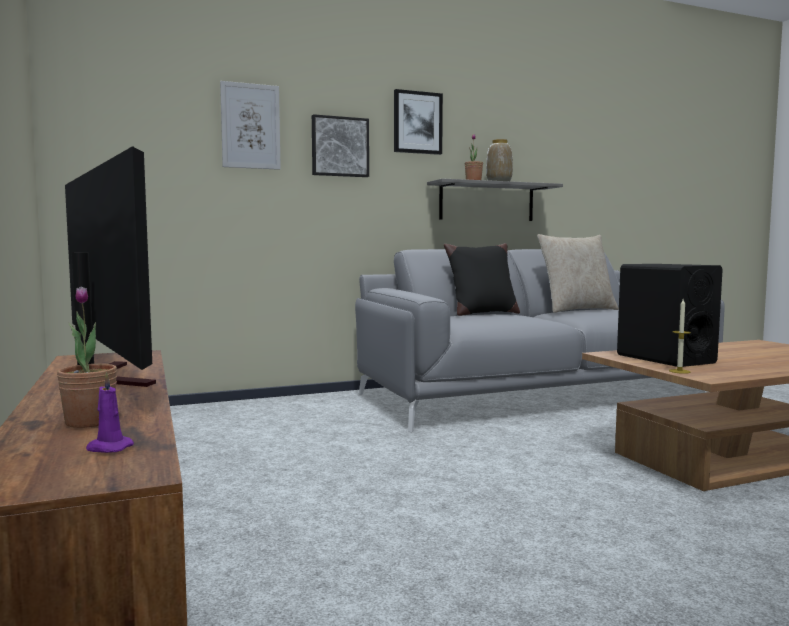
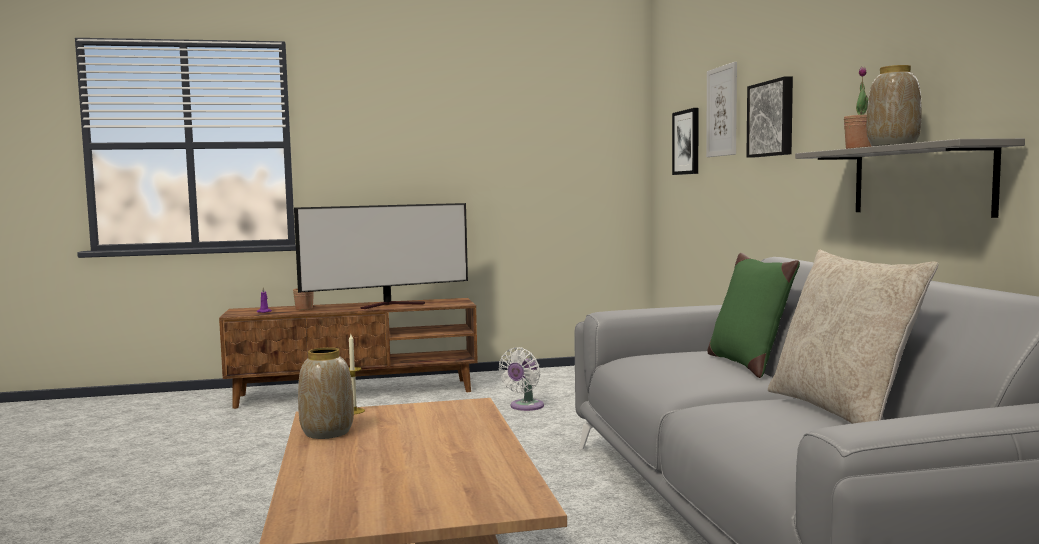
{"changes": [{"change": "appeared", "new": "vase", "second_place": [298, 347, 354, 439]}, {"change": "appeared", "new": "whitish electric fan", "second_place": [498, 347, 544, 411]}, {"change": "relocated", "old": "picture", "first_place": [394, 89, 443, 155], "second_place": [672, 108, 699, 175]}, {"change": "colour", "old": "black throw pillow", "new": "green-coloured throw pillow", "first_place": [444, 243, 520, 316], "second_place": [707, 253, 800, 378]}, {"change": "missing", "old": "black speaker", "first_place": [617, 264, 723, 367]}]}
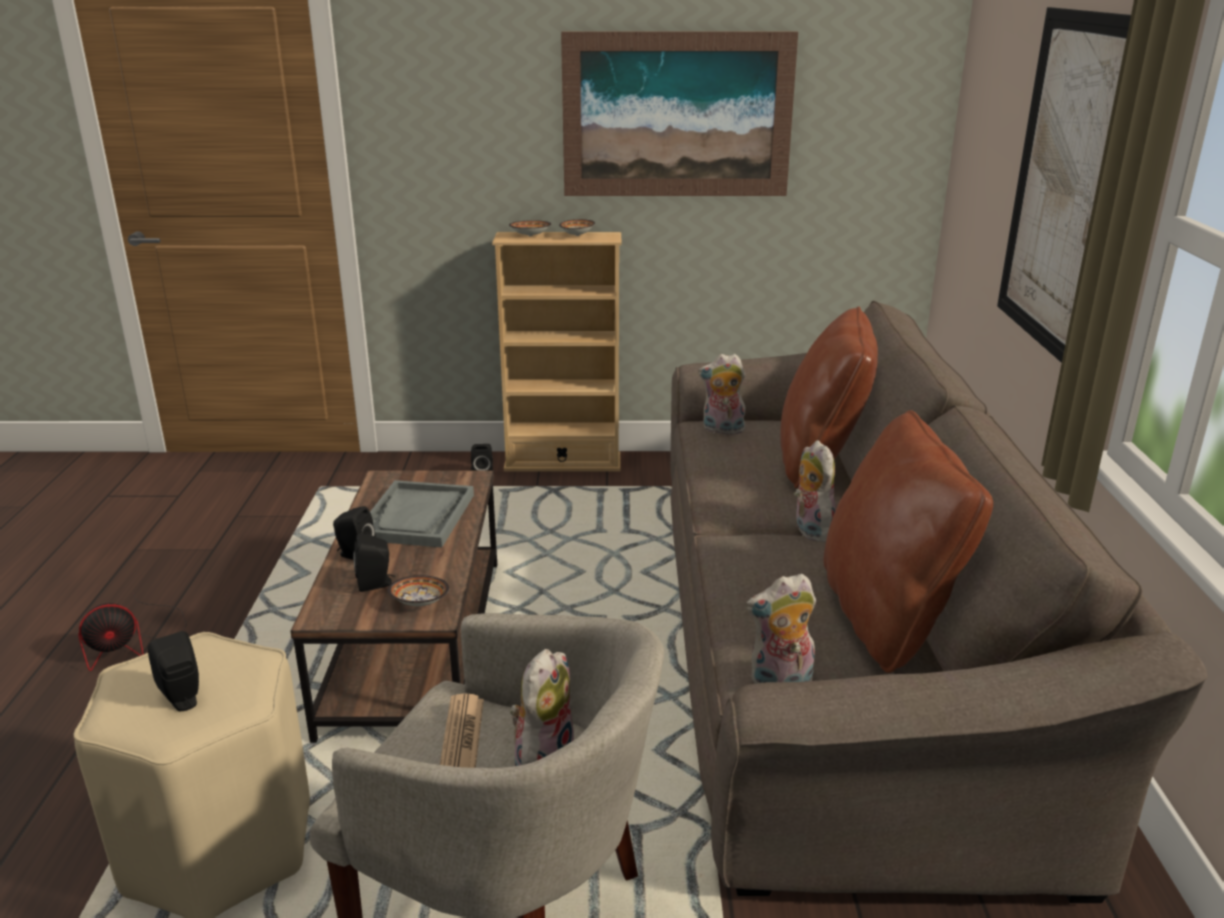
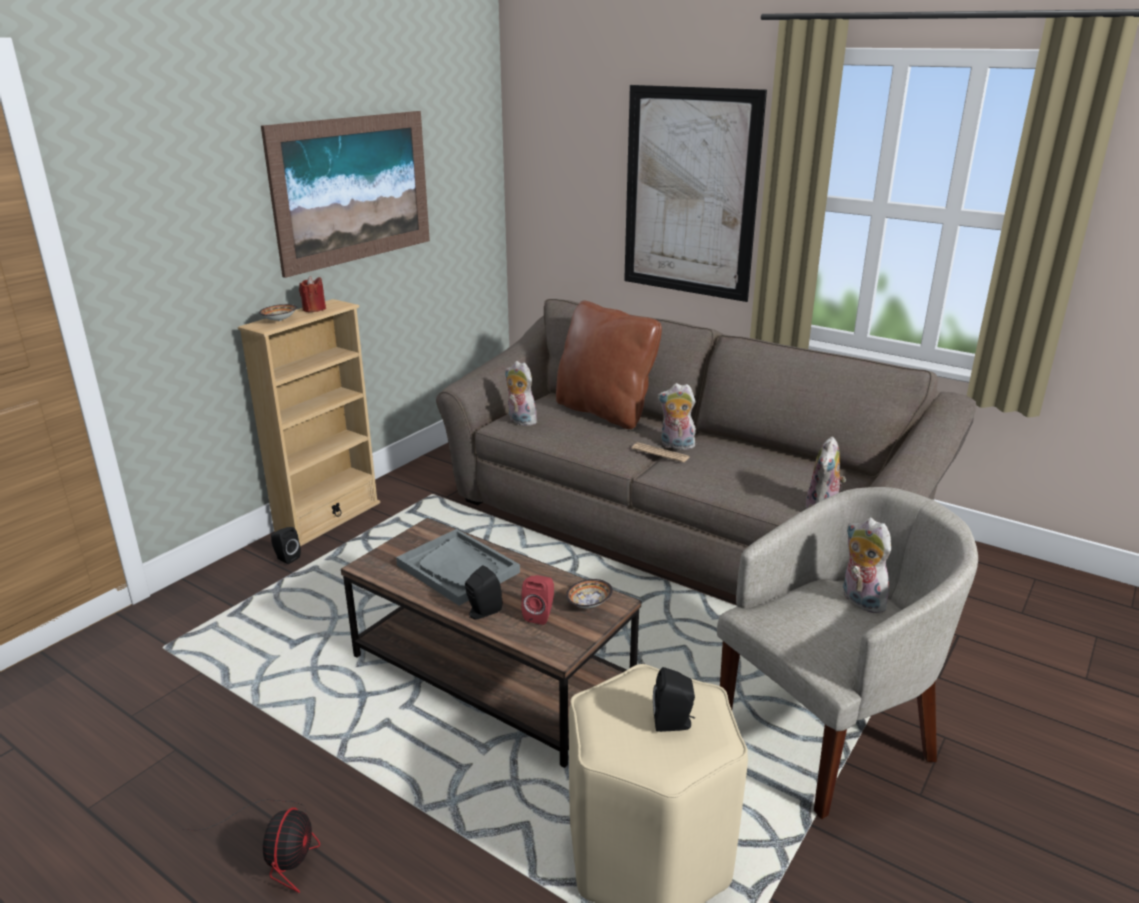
{"changes": [{"change": "exchanged", "old": "bowl", "new": "red-coloured wax light", "first_place": [559, 219, 595, 236], "second_place": [299, 276, 326, 312]}, {"change": "spun", "old": "cuddly toy", "first_place": [698, 354, 746, 434], "second_place": [505, 361, 537, 426], "degrees": 90}, {"change": "colour", "old": "black speaker", "new": "red-coloured speaker", "first_place": [353, 533, 395, 592], "second_place": [522, 575, 554, 625]}, {"change": "relocated", "old": "newspaper", "first_place": [440, 694, 484, 768], "second_place": [632, 442, 689, 463]}, {"change": "missing", "old": "brownish throw pillow", "first_place": [823, 410, 993, 673]}]}
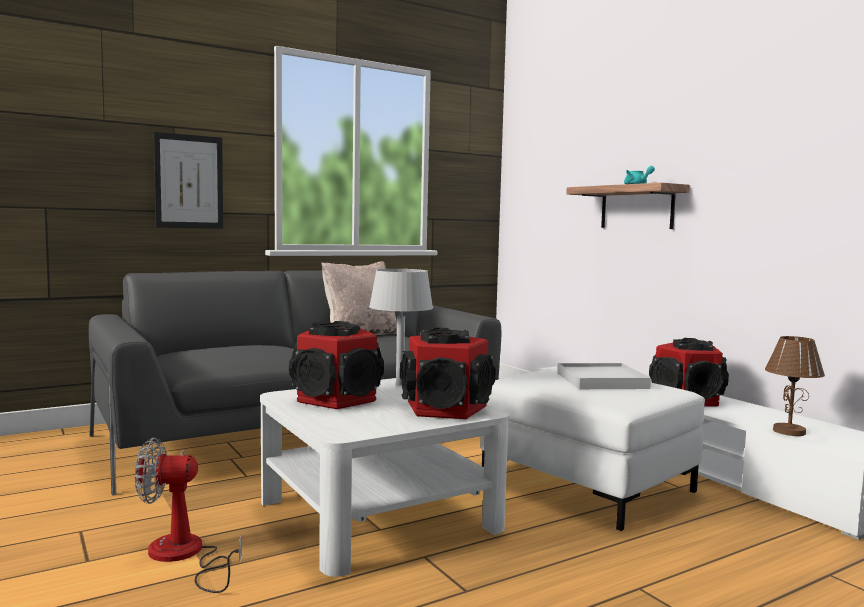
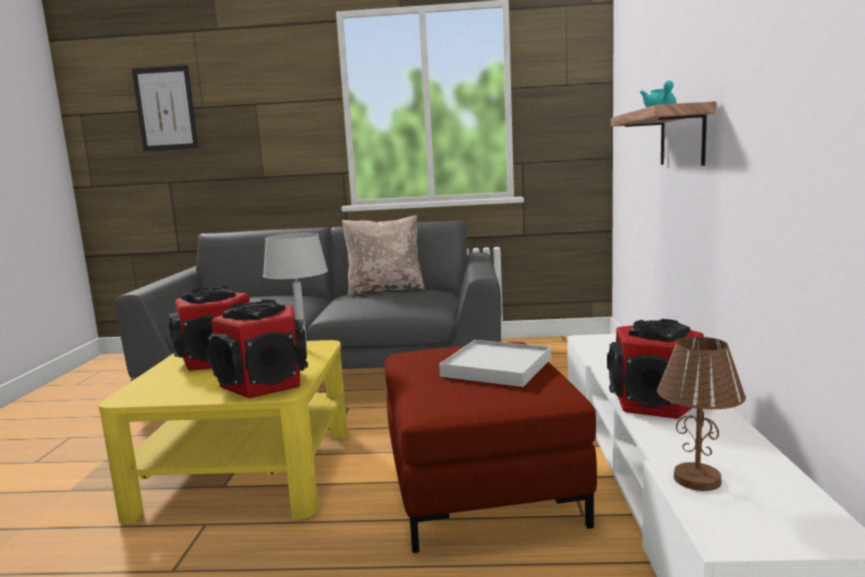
{"changes": [{"change": "colour", "old": "whitish lounge table", "new": "yellow-coloured lounge table", "first_place": [260, 378, 509, 577], "second_place": [98, 340, 348, 524]}, {"change": "relocated", "old": "picture", "first_place": [154, 132, 223, 229], "second_place": [132, 65, 198, 151]}, {"change": "colour", "old": "whitish footrest", "new": "red-coloured footrest", "first_place": [480, 368, 705, 531], "second_place": [385, 342, 597, 553]}, {"change": "missing", "old": "electric fan", "first_place": [135, 438, 242, 593]}]}
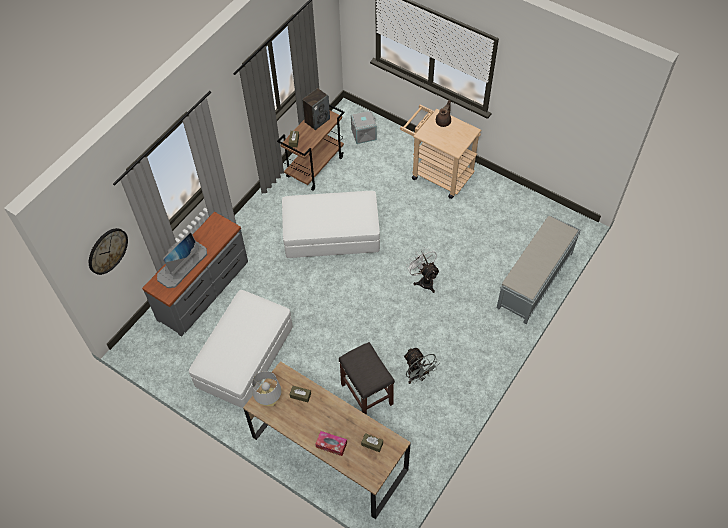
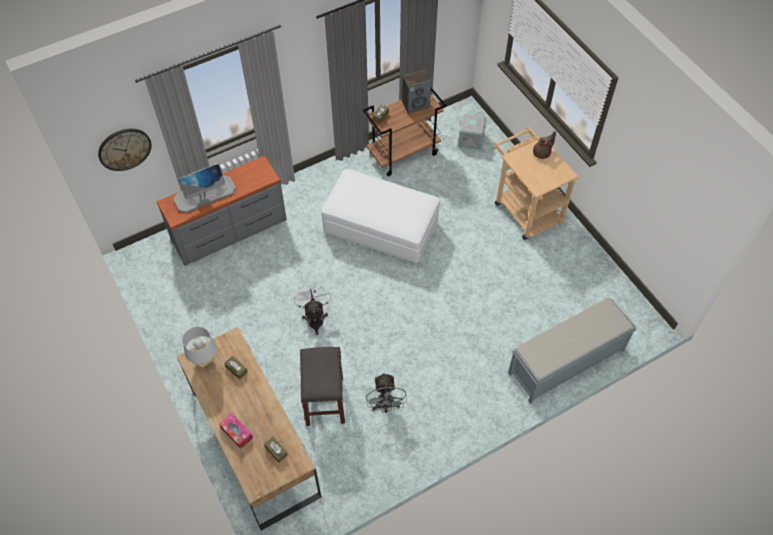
{"changes": [{"change": "relocated", "old": "whitish electric fan", "first_place": [406, 247, 440, 293], "second_place": [293, 282, 332, 335]}, {"change": "missing", "old": "whitish footrest", "first_place": [189, 290, 293, 408]}]}
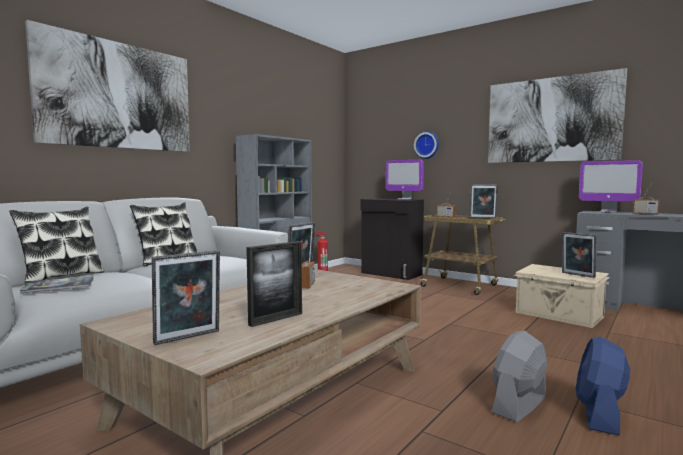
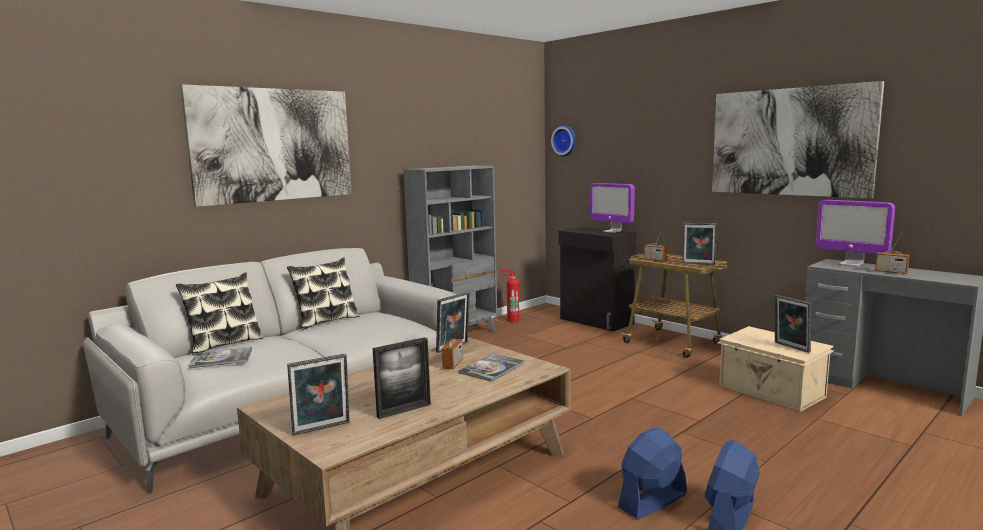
{"changes": [{"change": "appeared", "new": "bound book", "second_place": [459, 354, 524, 382]}, {"change": "relocated", "old": "wall clock", "first_place": [414, 131, 439, 159], "second_place": [551, 125, 576, 157]}, {"change": "colour", "old": "greyish electric fan", "new": "blue-coloured electric fan", "first_place": [492, 330, 547, 422], "second_place": [618, 428, 687, 519]}]}
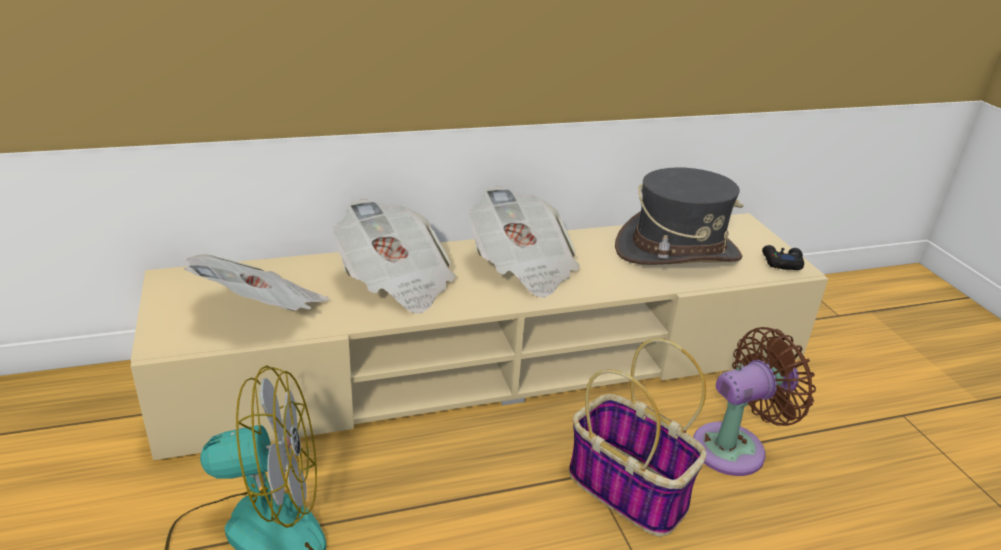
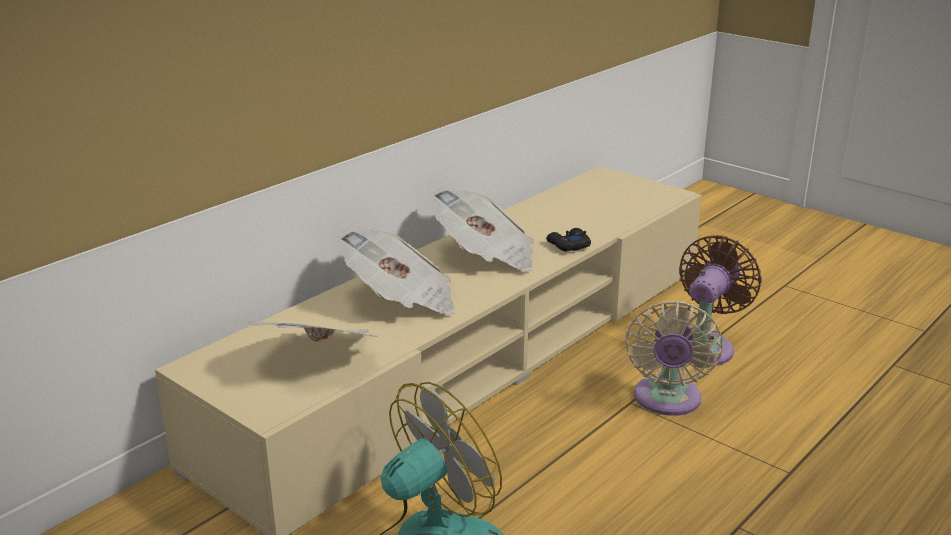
{"changes": [{"change": "relocated", "old": "black gamepad", "first_place": [762, 245, 804, 270], "second_place": [546, 228, 591, 251]}, {"change": "exchanged", "old": "storage basket", "new": "beige electric fan", "first_place": [569, 338, 706, 537], "second_place": [625, 300, 722, 416]}, {"change": "missing", "old": "greyish clothing hat", "first_place": [615, 167, 744, 265]}]}
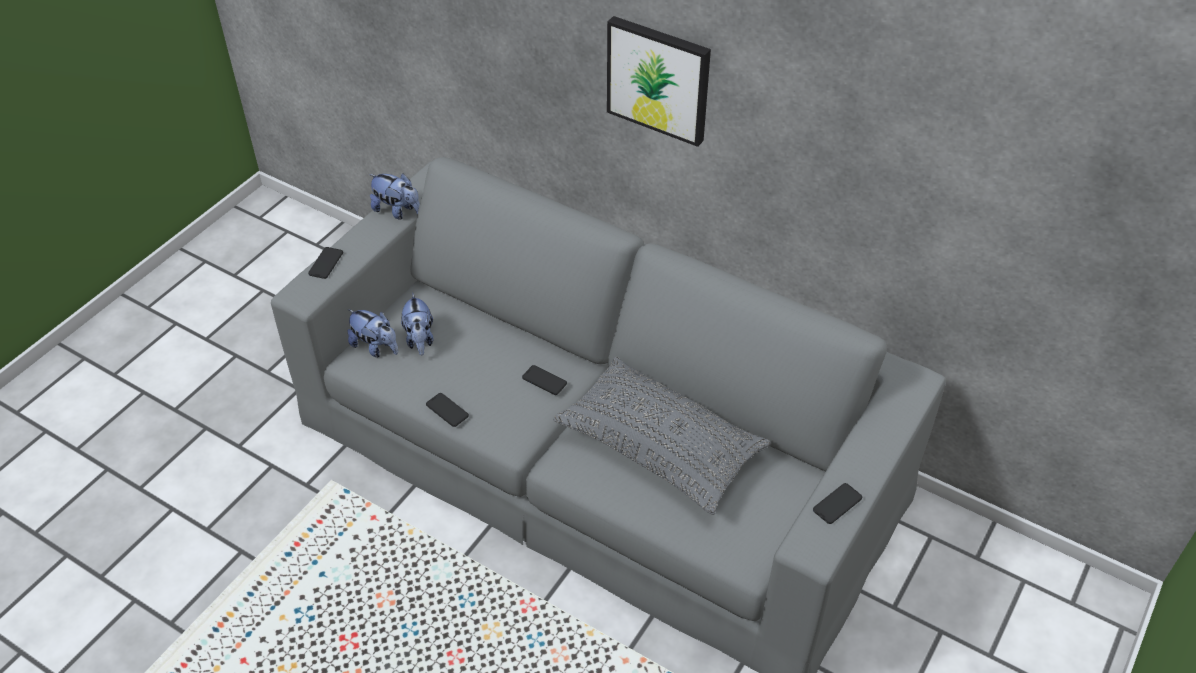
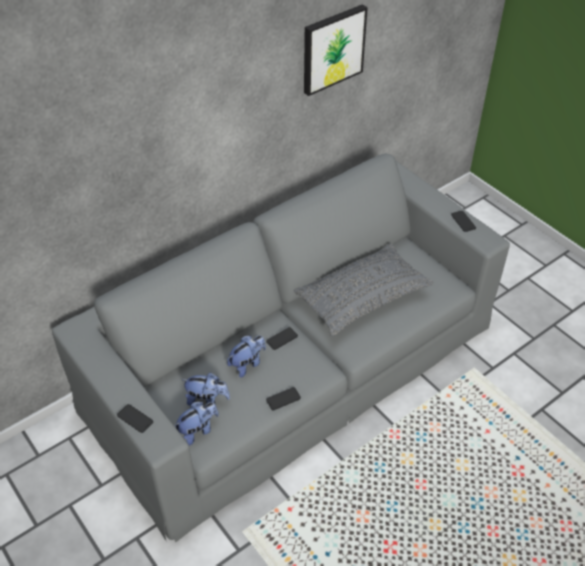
{"changes": [{"change": "relocated", "old": "cuddly toy", "first_place": [369, 173, 420, 220], "second_place": [227, 335, 266, 378]}, {"change": "relocated", "old": "picture", "first_place": [607, 16, 711, 147], "second_place": [304, 4, 368, 96]}]}
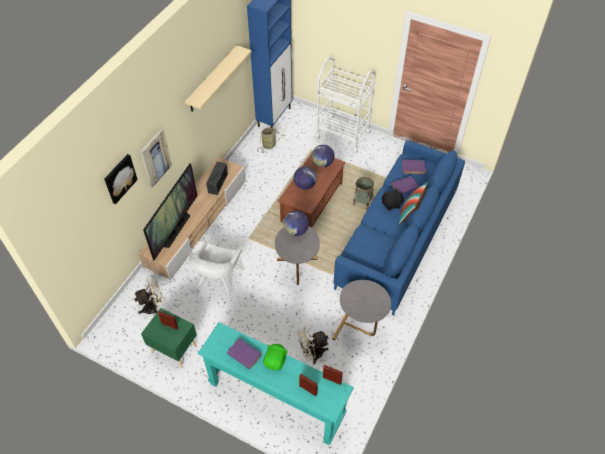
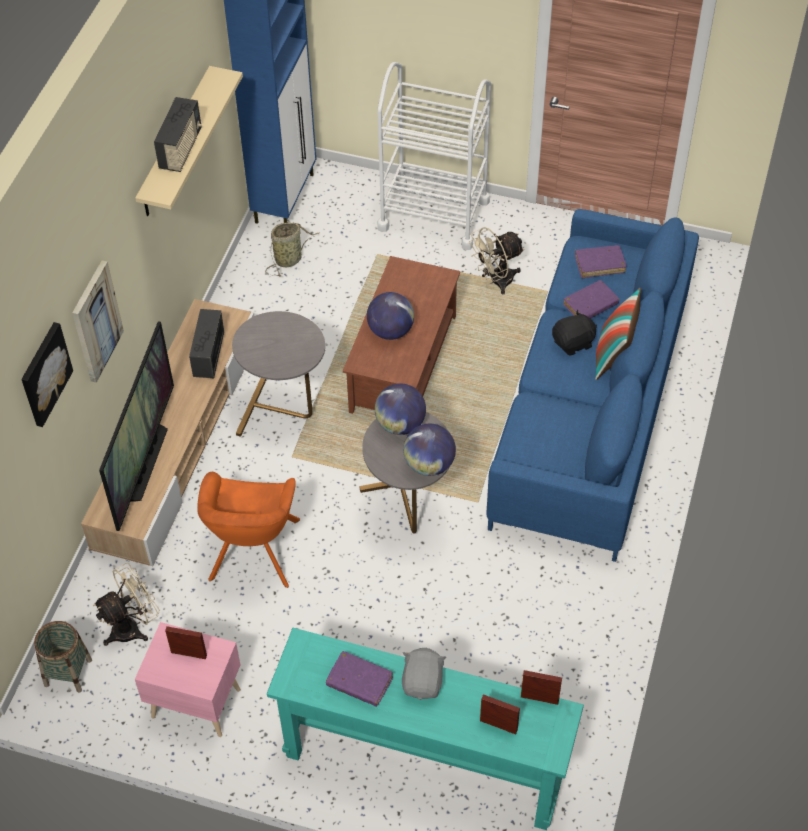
{"changes": [{"change": "relocated", "old": "storage basket", "first_place": [353, 177, 374, 210], "second_place": [34, 621, 92, 693]}, {"change": "colour", "old": "green-coloured night table", "new": "pink night table", "first_place": [141, 308, 197, 368], "second_place": [135, 622, 241, 737]}, {"change": "appeared", "new": "radio receiver", "second_place": [154, 97, 201, 172]}, {"change": "colour", "old": "whitish lounge chair", "new": "orange lounge chair", "first_place": [189, 239, 245, 301], "second_place": [197, 472, 300, 588]}, {"change": "relocated", "old": "greyish end table", "first_place": [332, 280, 391, 340], "second_place": [232, 311, 325, 437]}, {"change": "colour", "old": "green-coloured cuddly toy", "new": "greyish cuddly toy", "first_place": [264, 344, 288, 370], "second_place": [402, 648, 446, 700]}, {"change": "relocated", "old": "desk globe", "first_place": [312, 145, 334, 167], "second_place": [403, 424, 456, 476]}, {"change": "relocated", "old": "beige electric fan", "first_place": [297, 327, 329, 365], "second_place": [469, 227, 525, 294]}]}
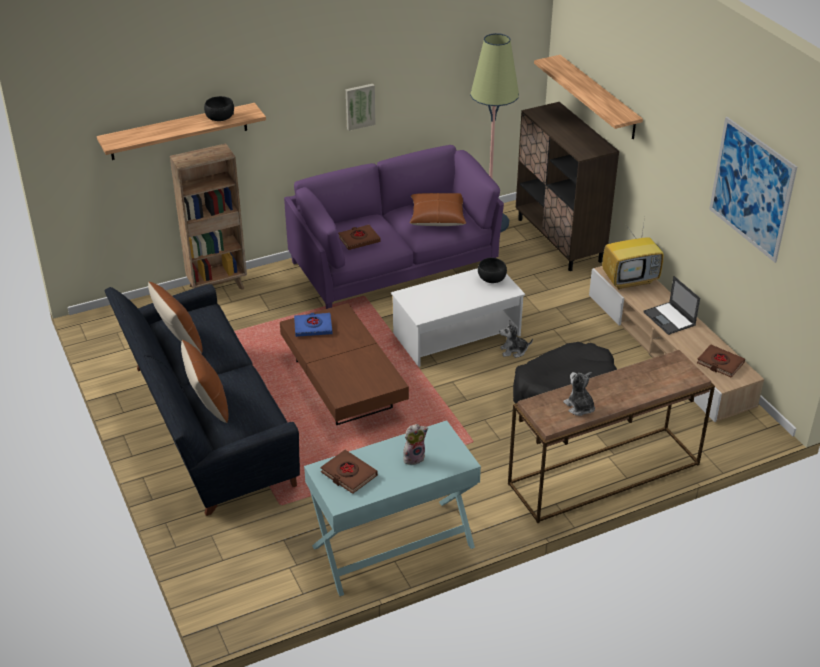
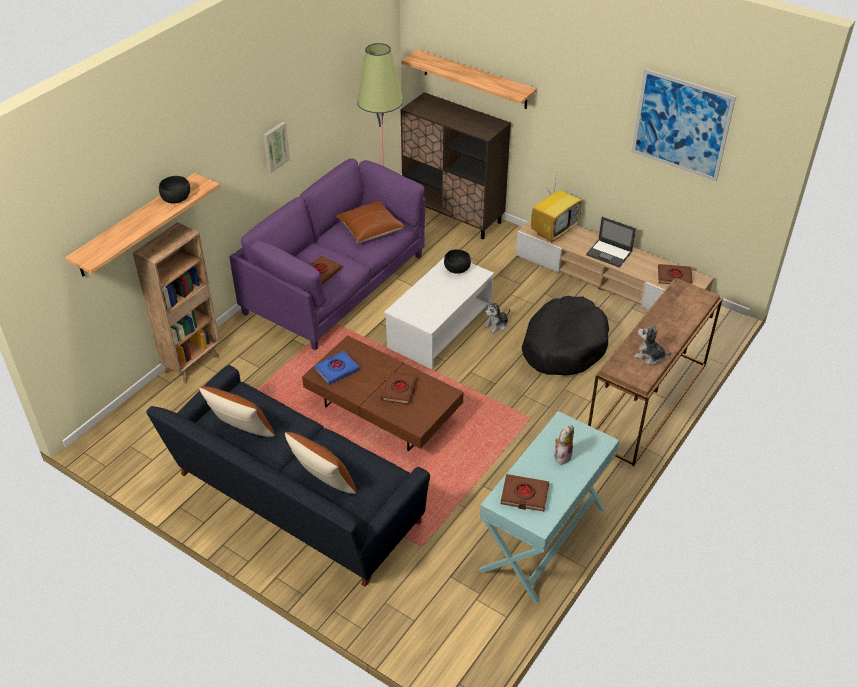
{"changes": [{"change": "appeared", "new": "brownish bound book", "second_place": [381, 371, 417, 405]}]}
